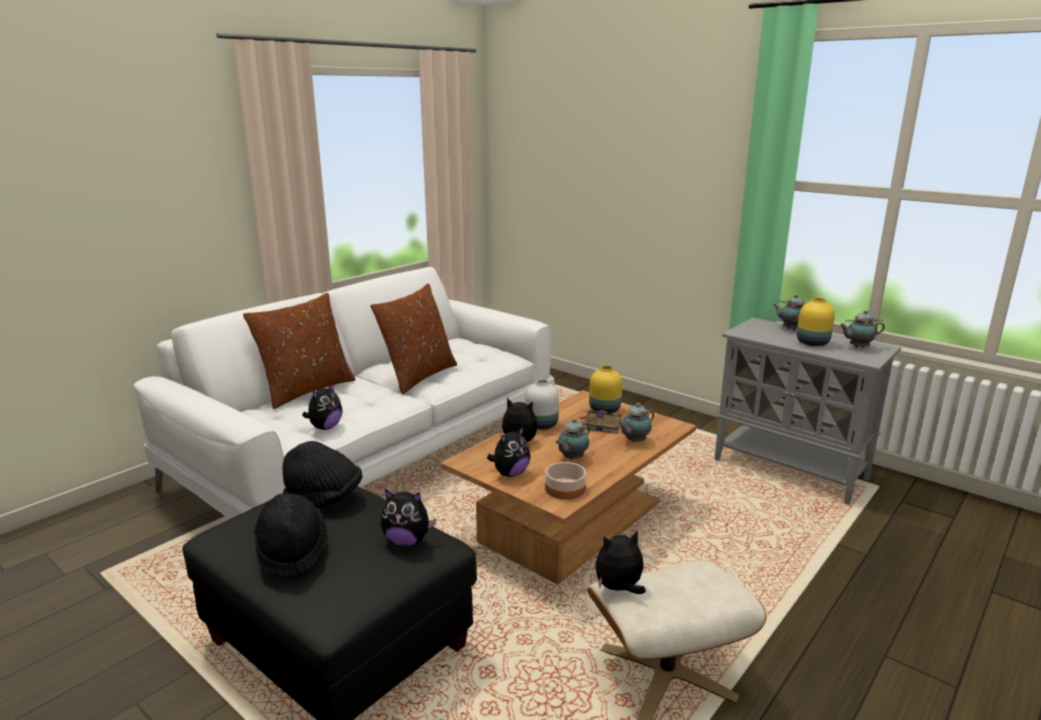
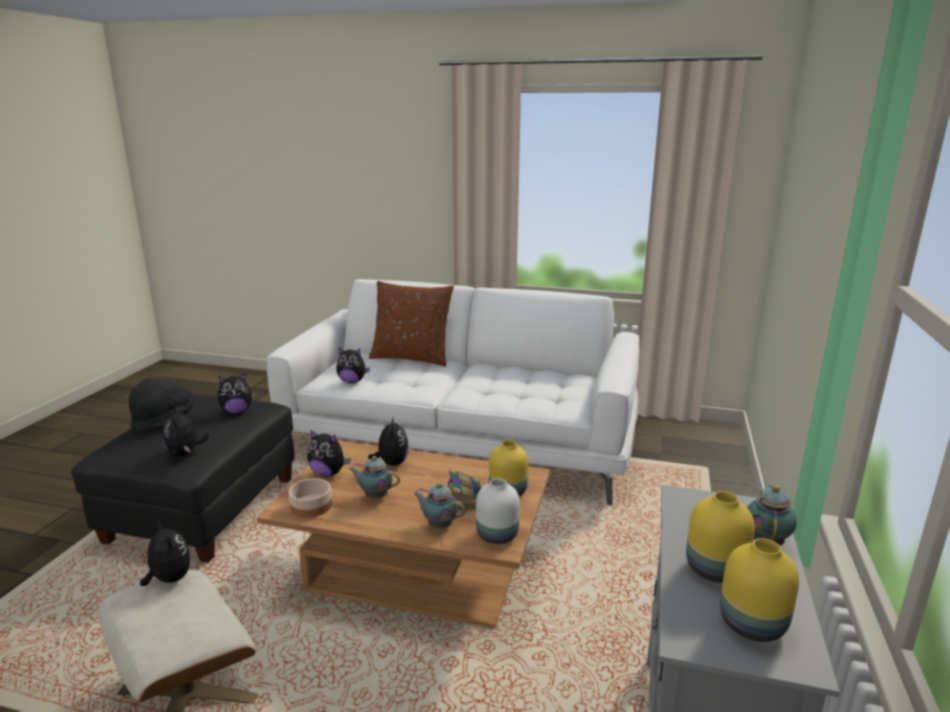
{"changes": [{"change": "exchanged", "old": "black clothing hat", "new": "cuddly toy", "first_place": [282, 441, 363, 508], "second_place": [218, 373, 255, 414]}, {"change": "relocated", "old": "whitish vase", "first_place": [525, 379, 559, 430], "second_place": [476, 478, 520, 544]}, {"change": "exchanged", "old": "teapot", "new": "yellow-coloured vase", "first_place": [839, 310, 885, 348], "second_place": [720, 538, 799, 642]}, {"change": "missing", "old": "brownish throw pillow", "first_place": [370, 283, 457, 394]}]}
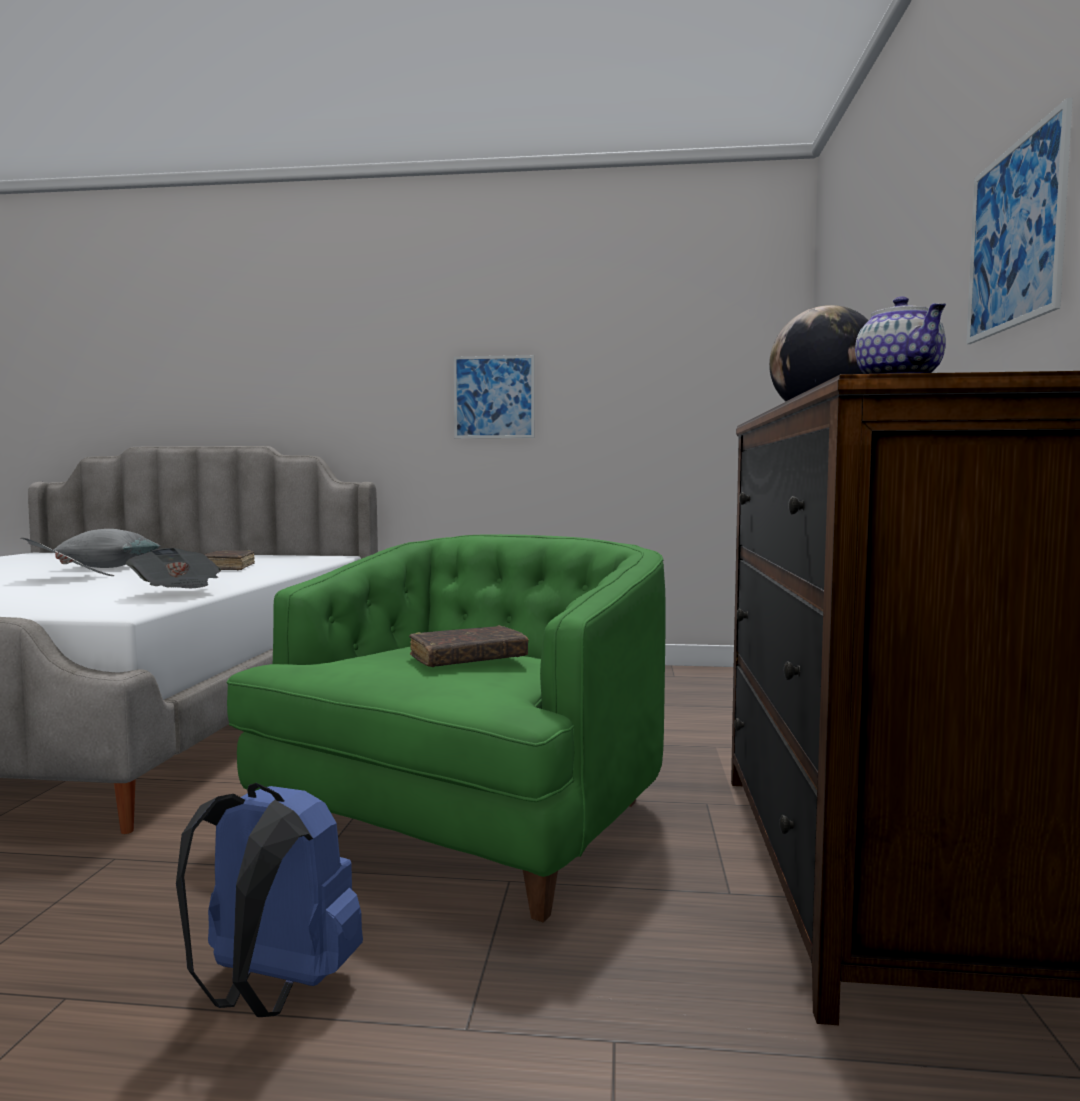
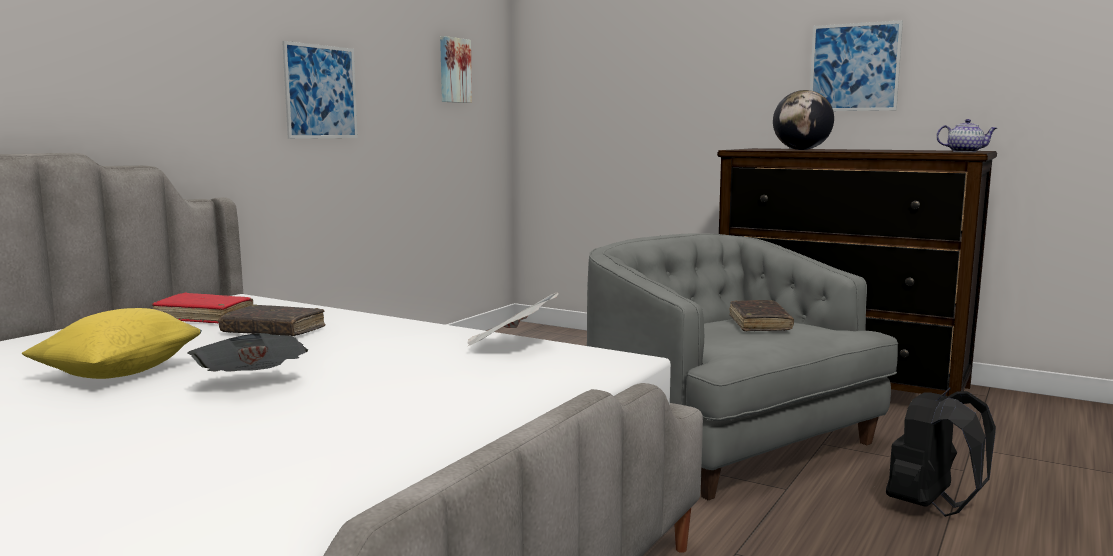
{"changes": [{"change": "colour", "old": "greyish throw pillow", "new": "yellow-coloured throw pillow", "first_place": [53, 529, 161, 568], "second_place": [22, 308, 202, 379]}, {"change": "appeared", "new": "red-coloured bound book", "second_place": [152, 292, 253, 323]}, {"change": "appeared", "new": "picture", "second_place": [440, 36, 472, 103]}, {"change": "colour", "old": "green-coloured lounge chair", "new": "greyish lounge chair", "first_place": [226, 534, 666, 923], "second_place": [587, 233, 898, 500]}, {"change": "colour", "old": "blue-coloured backpack", "new": "black backpack", "first_place": [176, 783, 363, 1017], "second_place": [886, 388, 996, 517]}]}
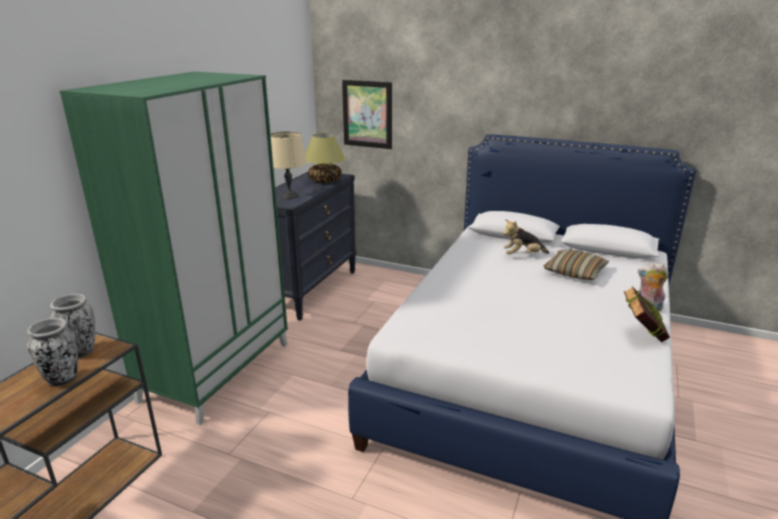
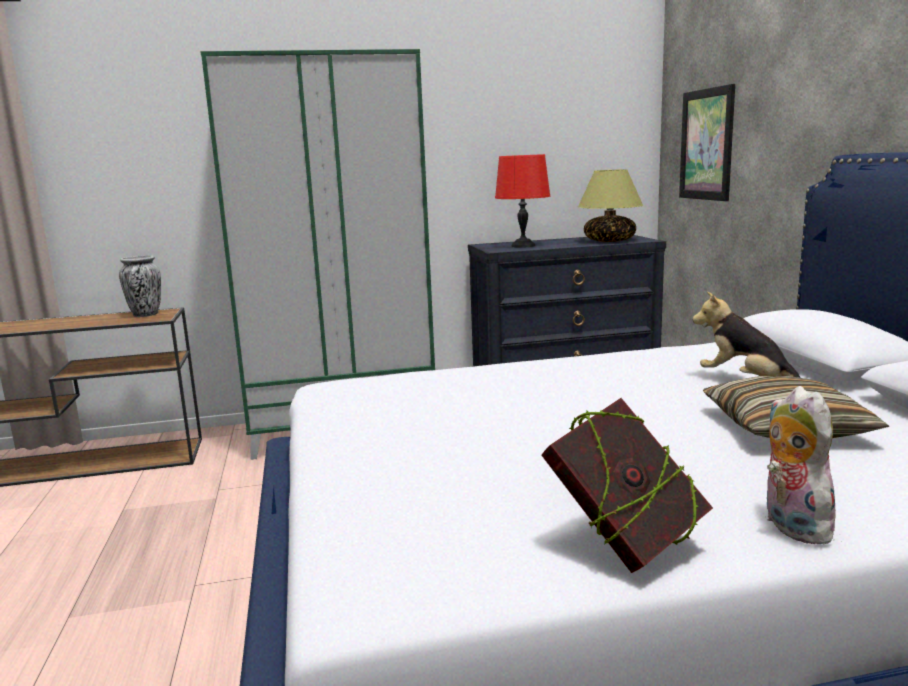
{"changes": [{"change": "colour", "old": "beige lamp for a table", "new": "red-coloured lamp for a table", "first_place": [271, 131, 307, 199], "second_place": [495, 154, 550, 248]}, {"change": "missing", "old": "vase", "first_place": [27, 318, 78, 386]}]}
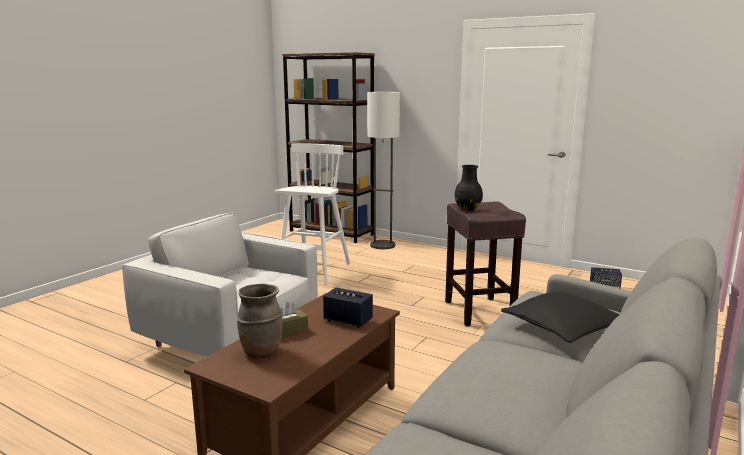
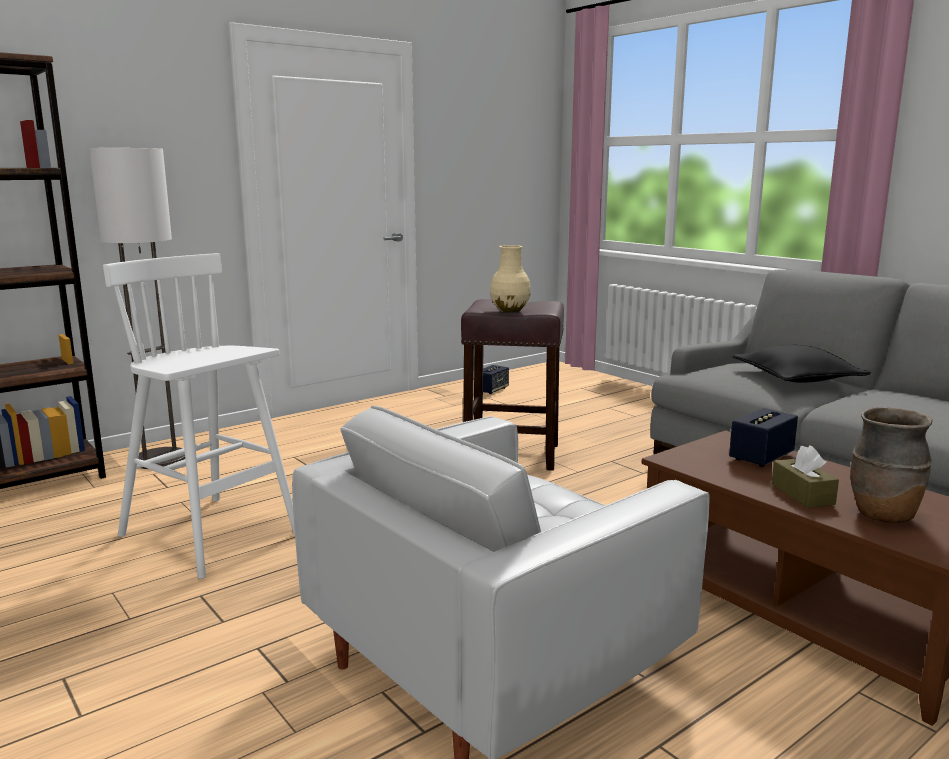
{"changes": [{"change": "colour", "old": "black vase", "new": "beige vase", "first_place": [454, 165, 483, 211], "second_place": [490, 245, 531, 313]}]}
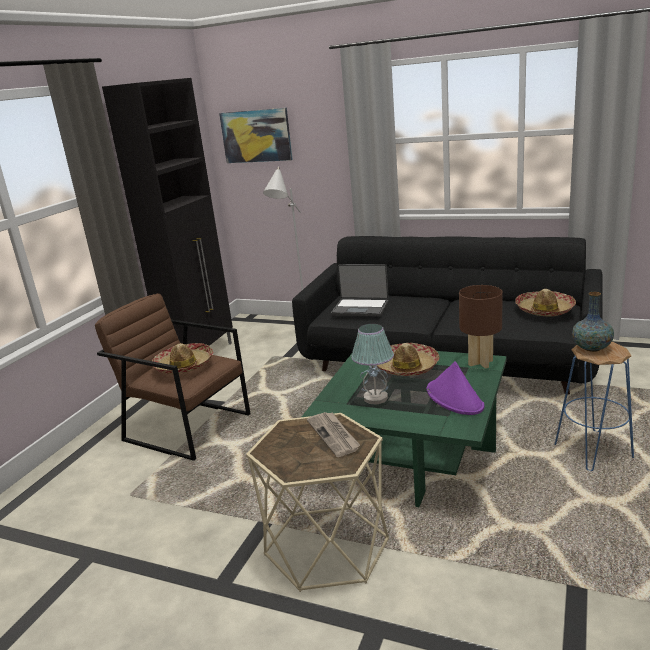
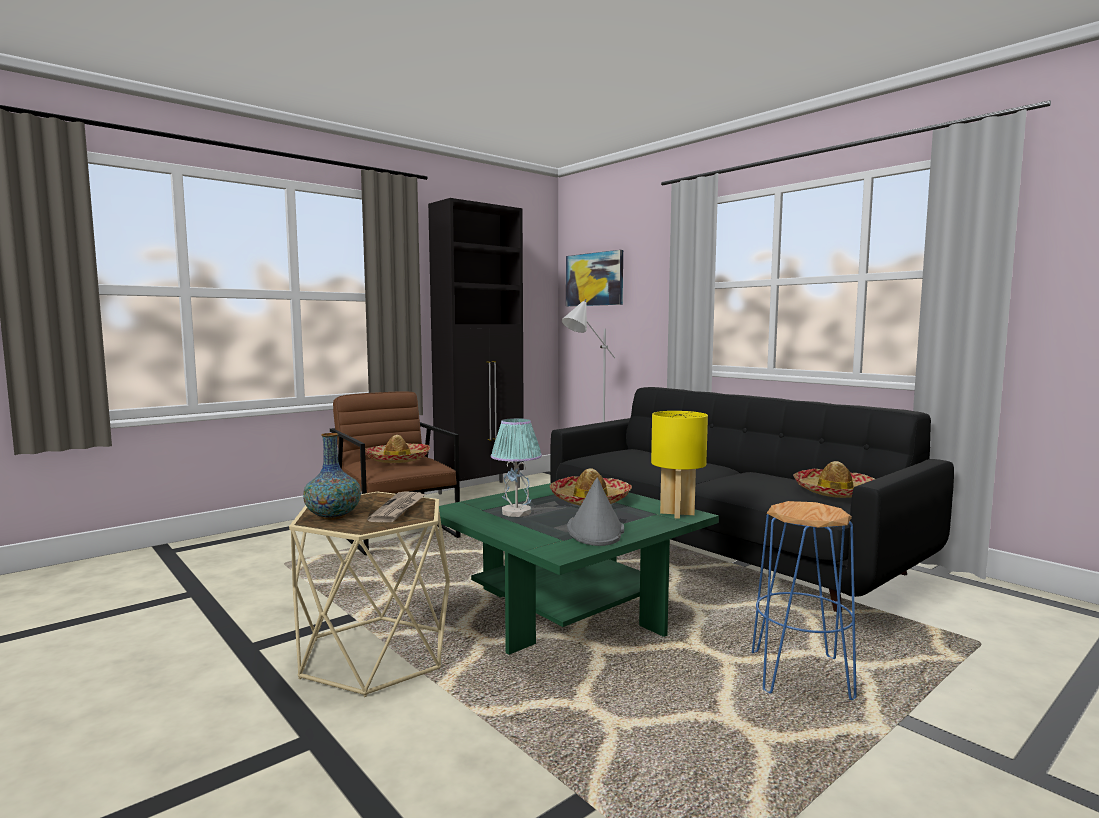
{"changes": [{"change": "relocated", "old": "vase", "first_place": [572, 292, 614, 352], "second_place": [303, 433, 361, 520]}, {"change": "colour", "old": "purple clothing hat", "new": "greyish clothing hat", "first_place": [427, 361, 484, 415], "second_place": [567, 477, 624, 546]}, {"change": "colour", "old": "brownish lamp for a table", "new": "yellow-coloured lamp for a table", "first_place": [459, 285, 503, 369], "second_place": [651, 411, 708, 519]}, {"change": "missing", "old": "portable computer", "first_place": [331, 264, 389, 316]}]}
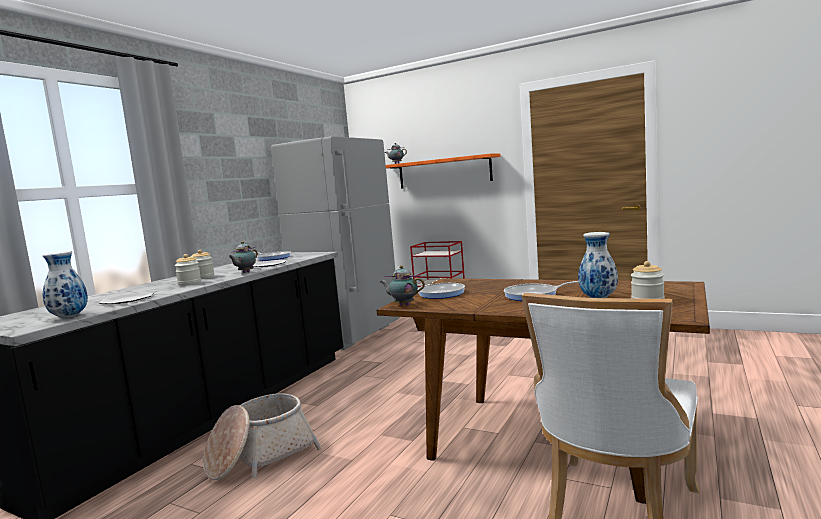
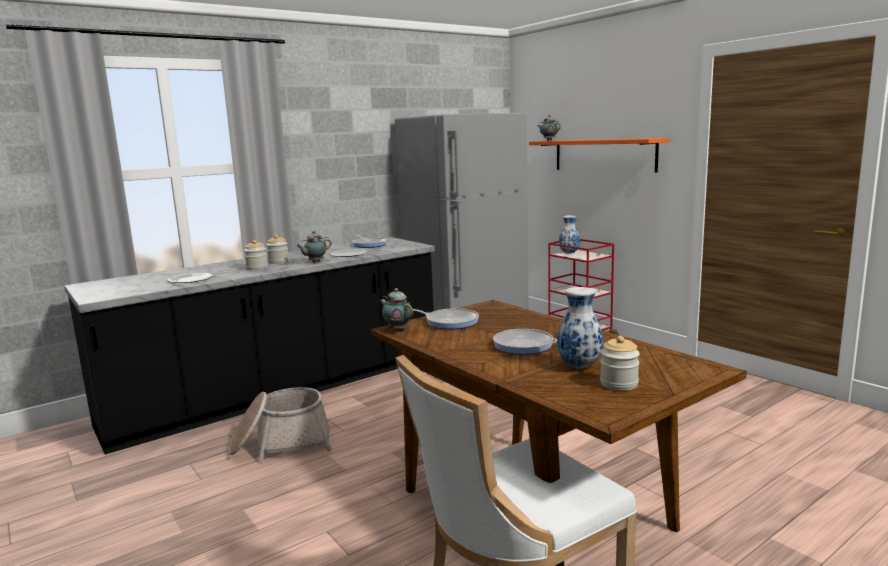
{"changes": [{"change": "relocated", "old": "vase", "first_place": [43, 251, 88, 318], "second_place": [559, 215, 580, 254]}]}
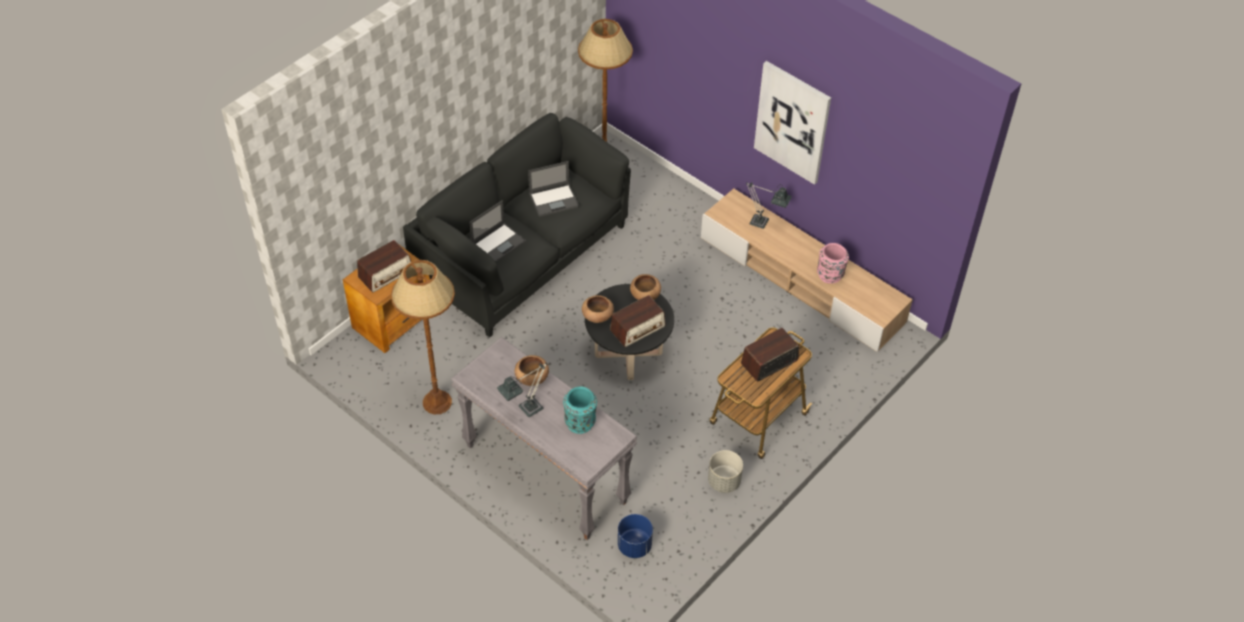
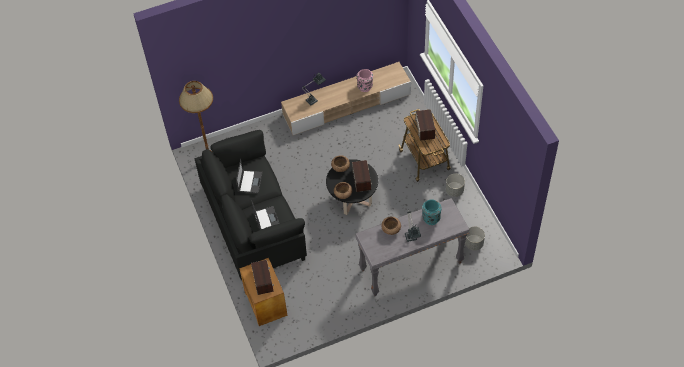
{"changes": [{"change": "colour", "old": "blue-coloured planter", "new": "greyish planter", "first_place": [618, 514, 653, 558], "second_place": [465, 227, 485, 250]}, {"change": "missing", "old": "brownish standard lamp", "first_place": [391, 260, 455, 414]}, {"change": "missing", "old": "picture", "first_place": [754, 61, 831, 185]}]}
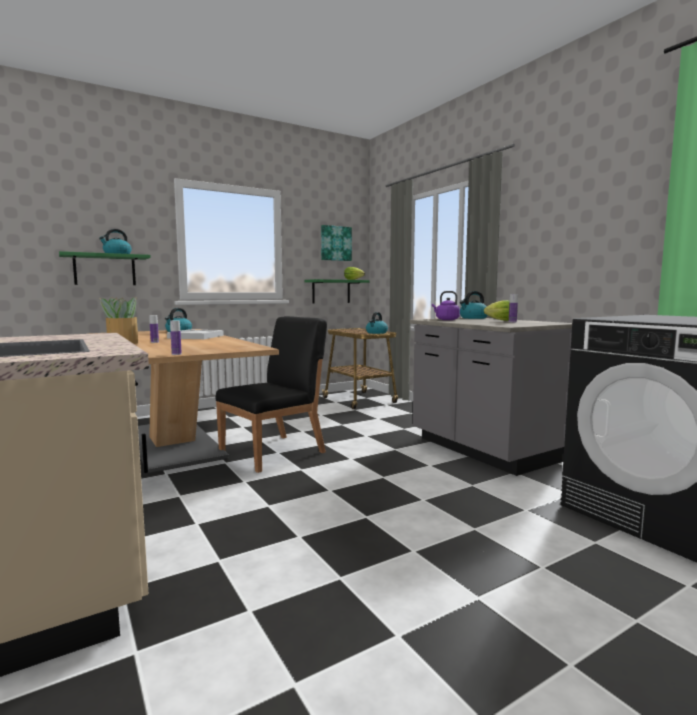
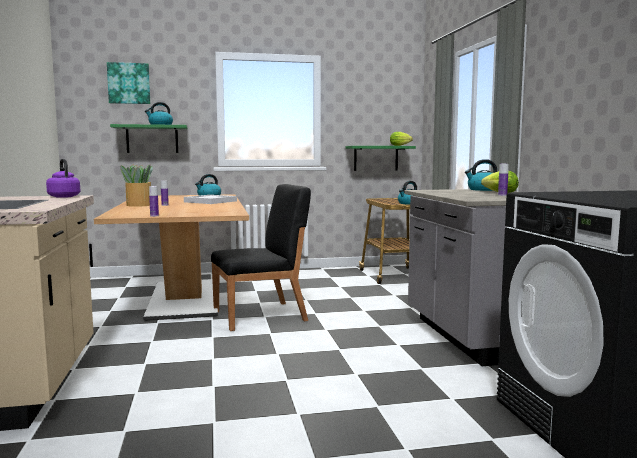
{"changes": [{"change": "relocated", "old": "purple tea kettle", "first_place": [432, 291, 460, 320], "second_place": [46, 159, 80, 198]}, {"change": "relocated", "old": "picture", "first_place": [321, 225, 352, 261], "second_place": [107, 62, 150, 104]}]}
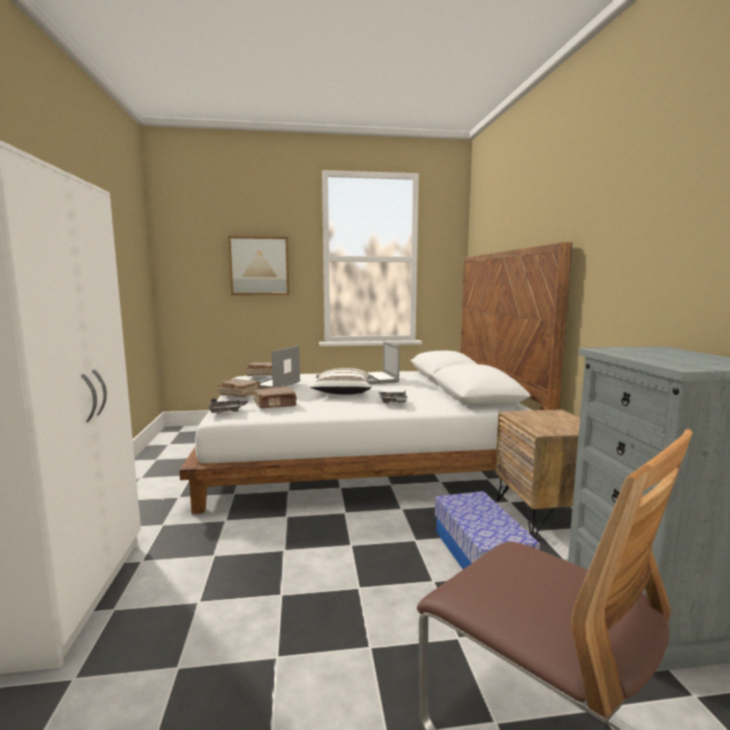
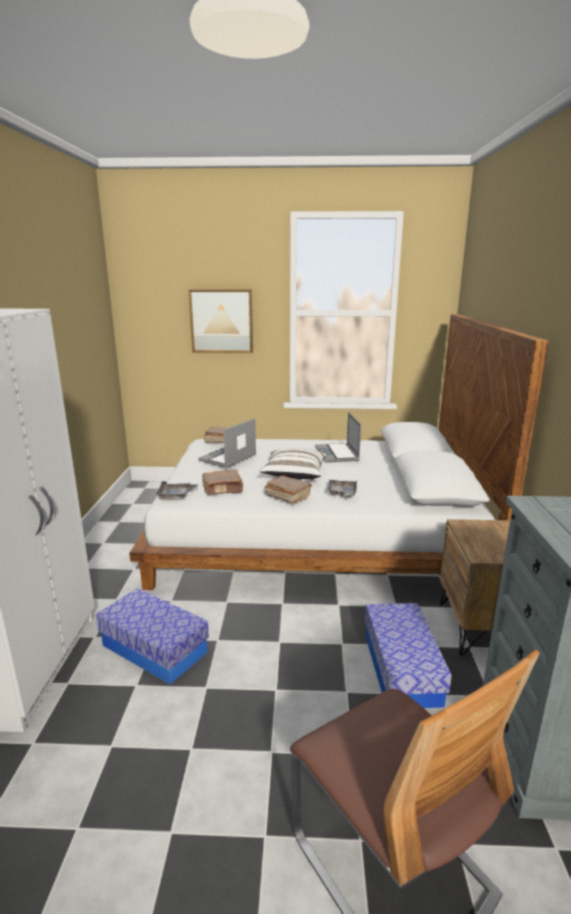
{"changes": [{"change": "appeared", "new": "storage bin", "second_place": [96, 588, 209, 685]}, {"change": "relocated", "old": "brownish bound book", "first_place": [218, 379, 261, 398], "second_place": [265, 475, 312, 504]}]}
